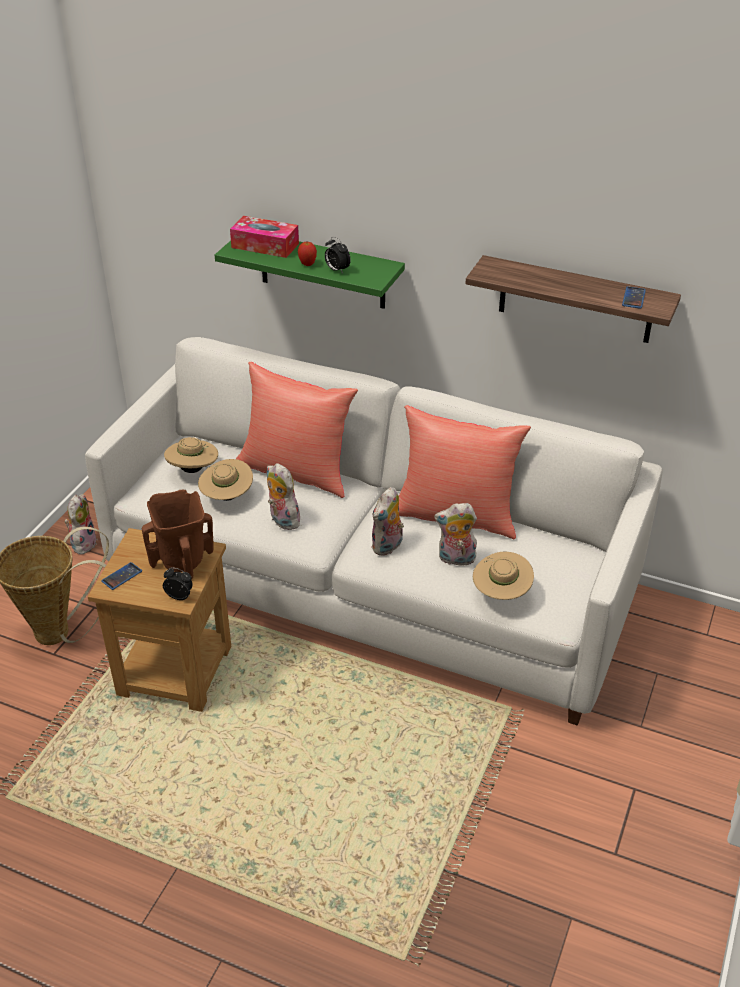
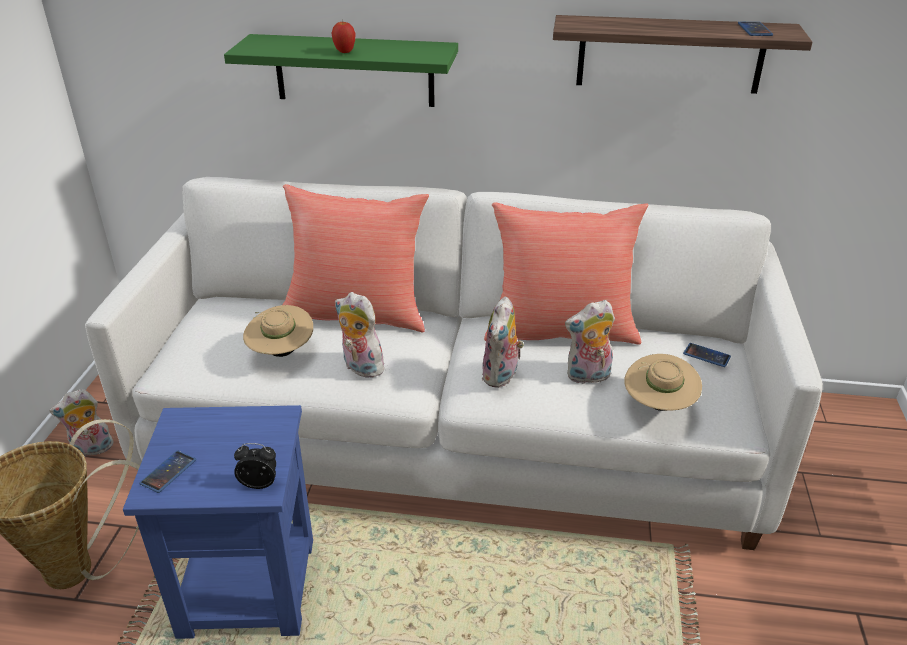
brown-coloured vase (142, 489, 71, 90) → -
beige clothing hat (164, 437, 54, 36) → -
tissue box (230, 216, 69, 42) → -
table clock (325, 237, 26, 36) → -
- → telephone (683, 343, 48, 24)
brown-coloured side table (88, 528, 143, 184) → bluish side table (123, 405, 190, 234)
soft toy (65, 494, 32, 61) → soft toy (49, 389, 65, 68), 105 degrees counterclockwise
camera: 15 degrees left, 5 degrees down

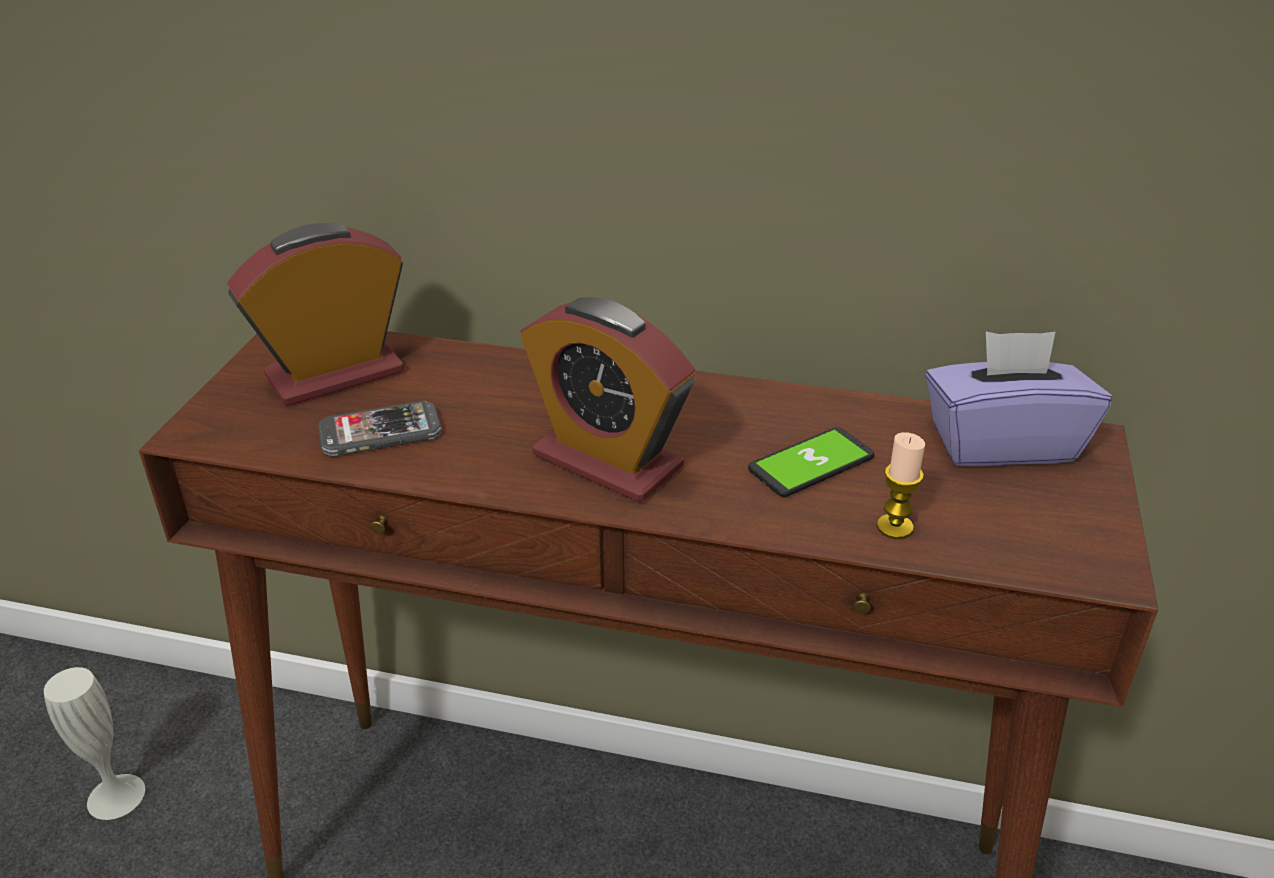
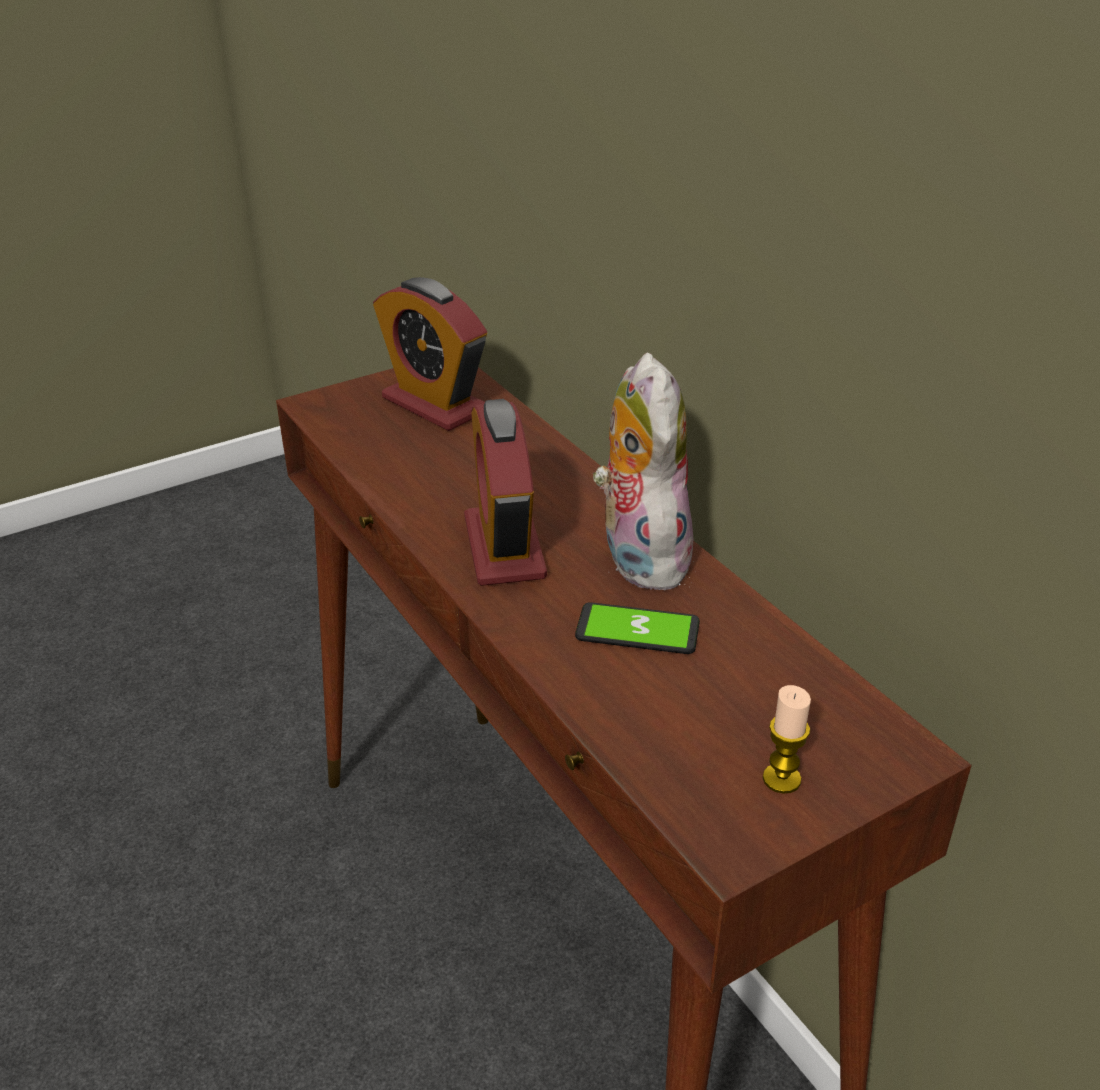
whitish vase (44, 667, 101, 153) → -
telephone (318, 401, 124, 55) → -
purple tissue box (925, 332, 187, 134) → -
- → soft toy (593, 353, 104, 238)
wax light (877, 432, 48, 107) → wax light (763, 685, 48, 109), move
table clock (228, 223, 176, 183) → table clock (373, 277, 114, 154), 150 degrees counterclockwise
camera: 45 degrees right, 0 degrees up

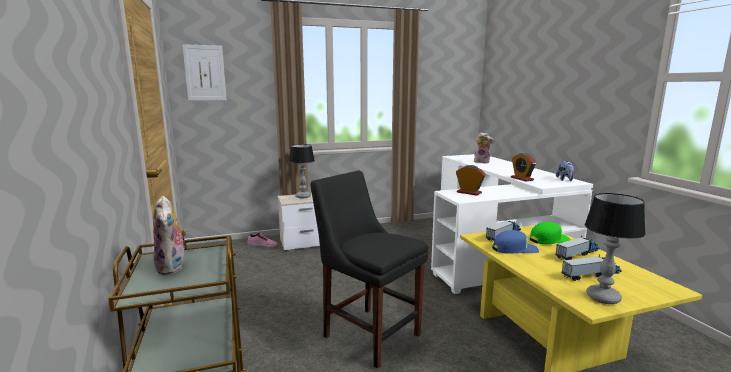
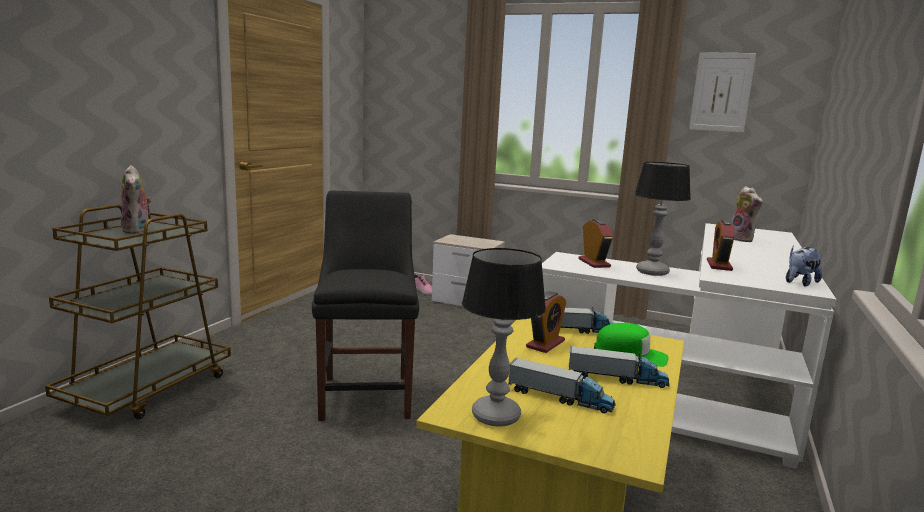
picture (182, 44, 45, 57) → picture (689, 52, 67, 80), move
tabletop lamp (289, 144, 26, 54) → tabletop lamp (634, 162, 57, 114), move
bluish cap (492, 230, 47, 23) → table clock (526, 291, 40, 62)
soft toy (153, 196, 34, 79) → soft toy (121, 165, 31, 69), 45 degrees counterclockwise
camera: 40 degrees right, 0 degrees up

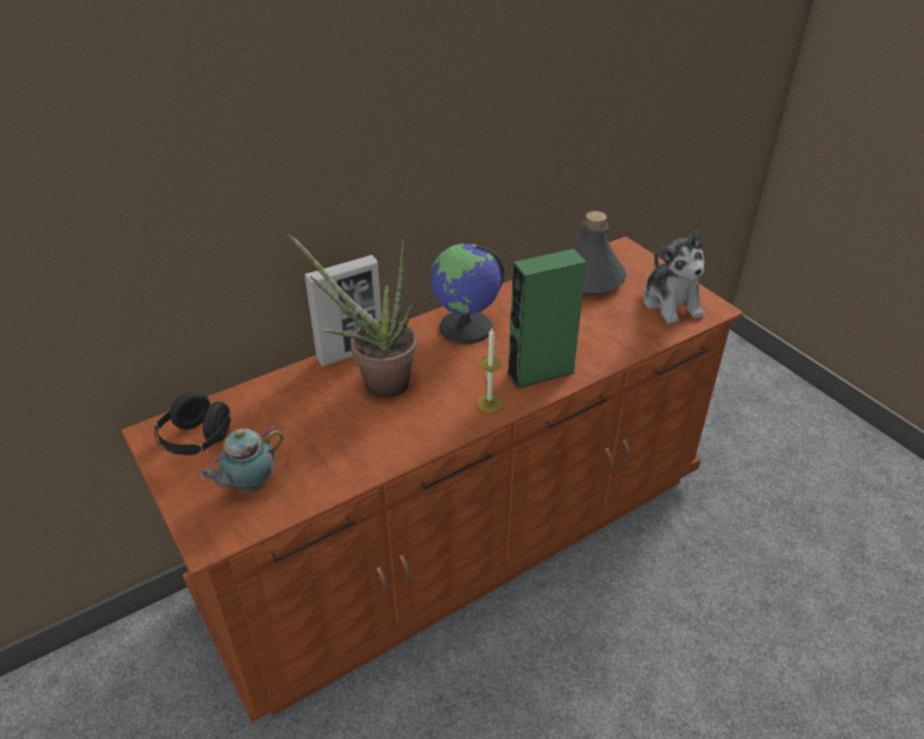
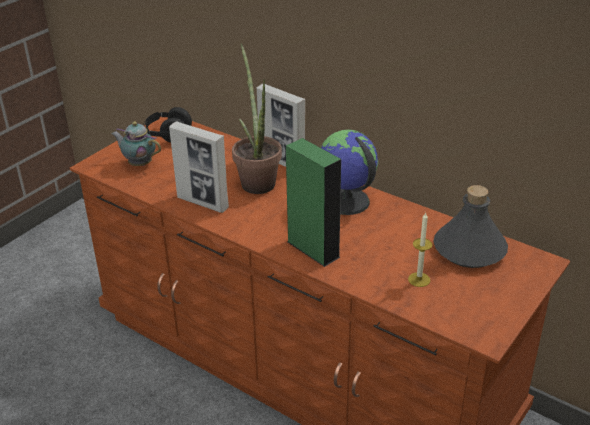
soft toy (643, 230, 62, 94) → -
- → photo frame (169, 121, 60, 92)
wax light (477, 328, 25, 84) → wax light (408, 212, 24, 75), move
camera: 70 degrees right, 5 degrees down

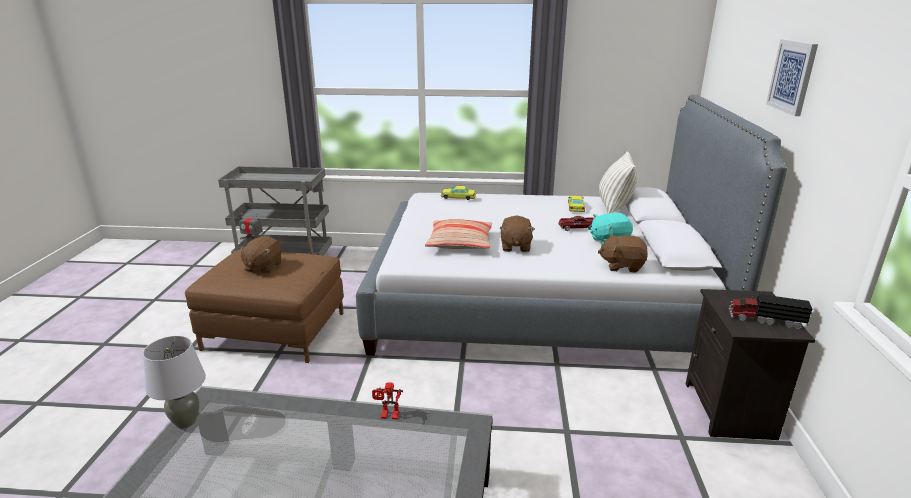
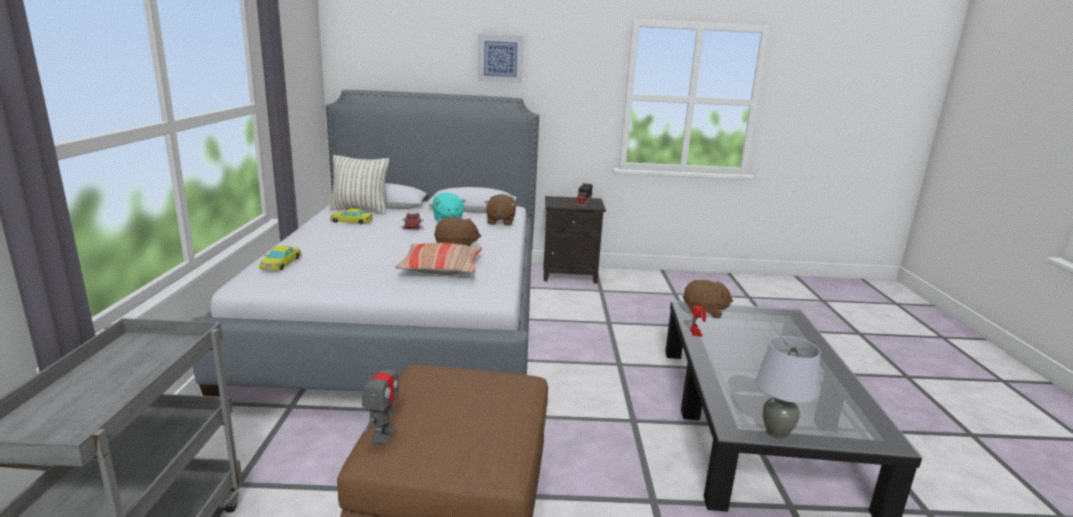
brown-coloured soft toy (238, 236, 44, 38) → brown-coloured soft toy (683, 280, 50, 38), move
camera: 95 degrees left, 5 degrees down

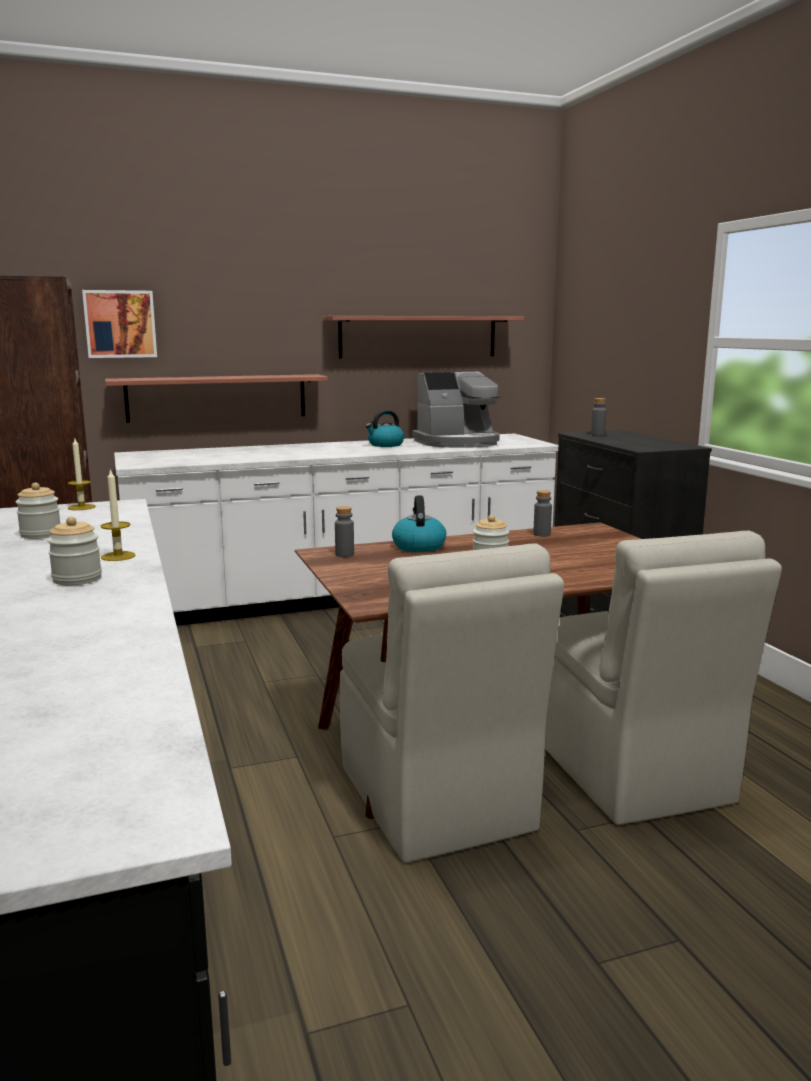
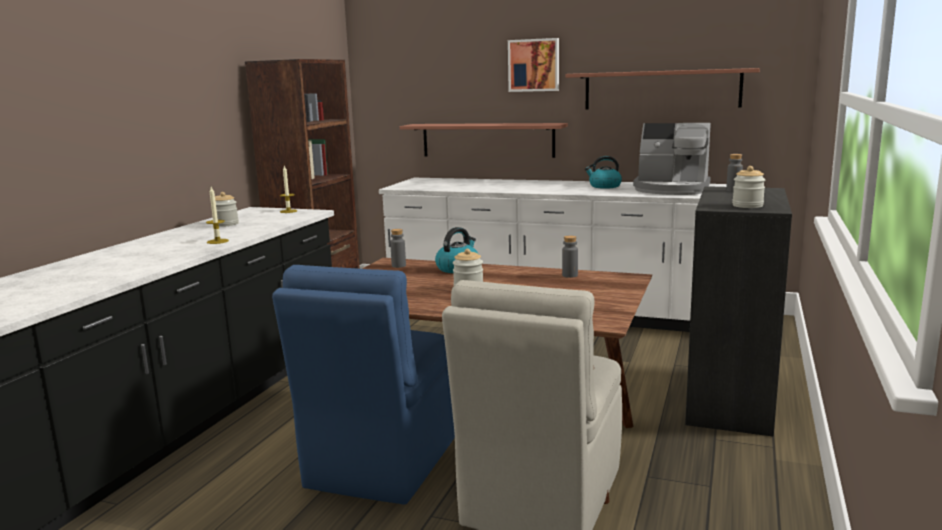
jar (47, 517, 55, 69) → jar (732, 166, 33, 42), move
picture (82, 290, 75, 68) → picture (508, 38, 51, 54), move
beige chair (340, 543, 224, 320) → bluish chair (272, 265, 183, 240)
camera: 40 degrees right, 0 degrees up

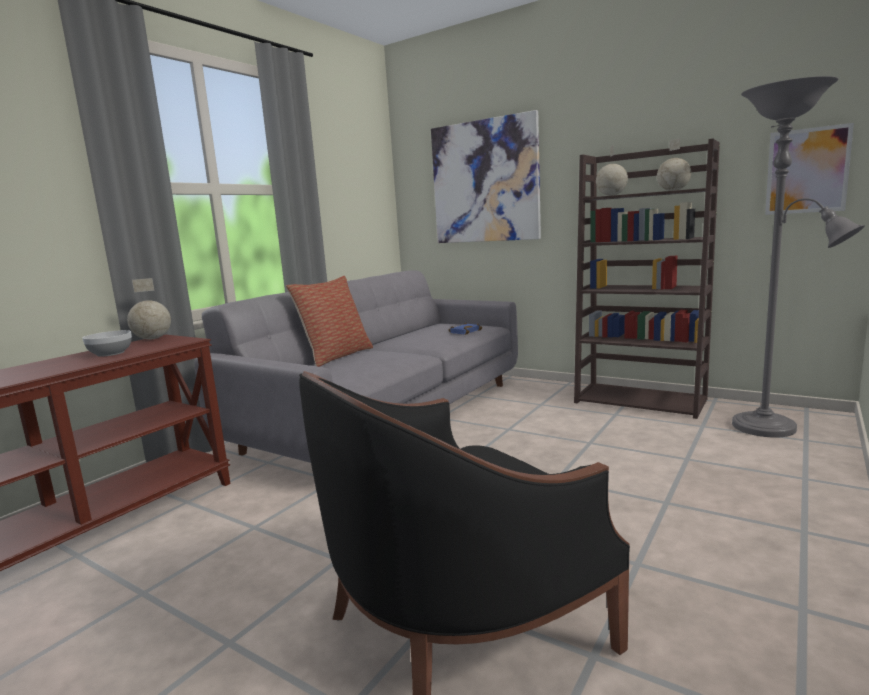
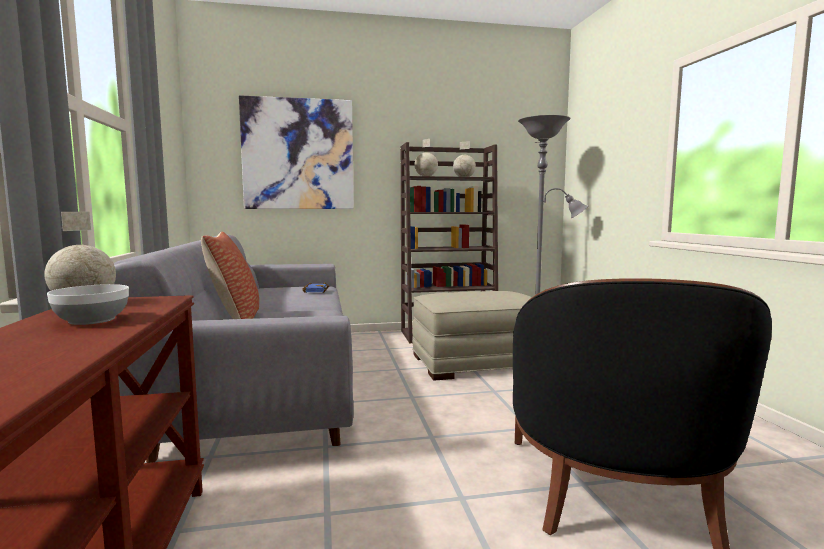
picture (765, 123, 89, 92) → -
- → beige pouffe (412, 291, 120, 90)
camera: 45 degrees left, 5 degrees down

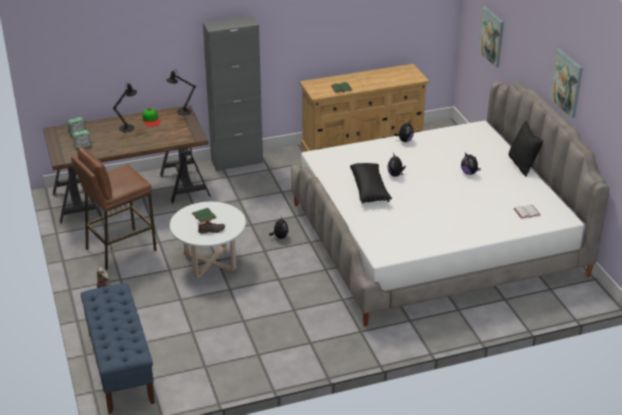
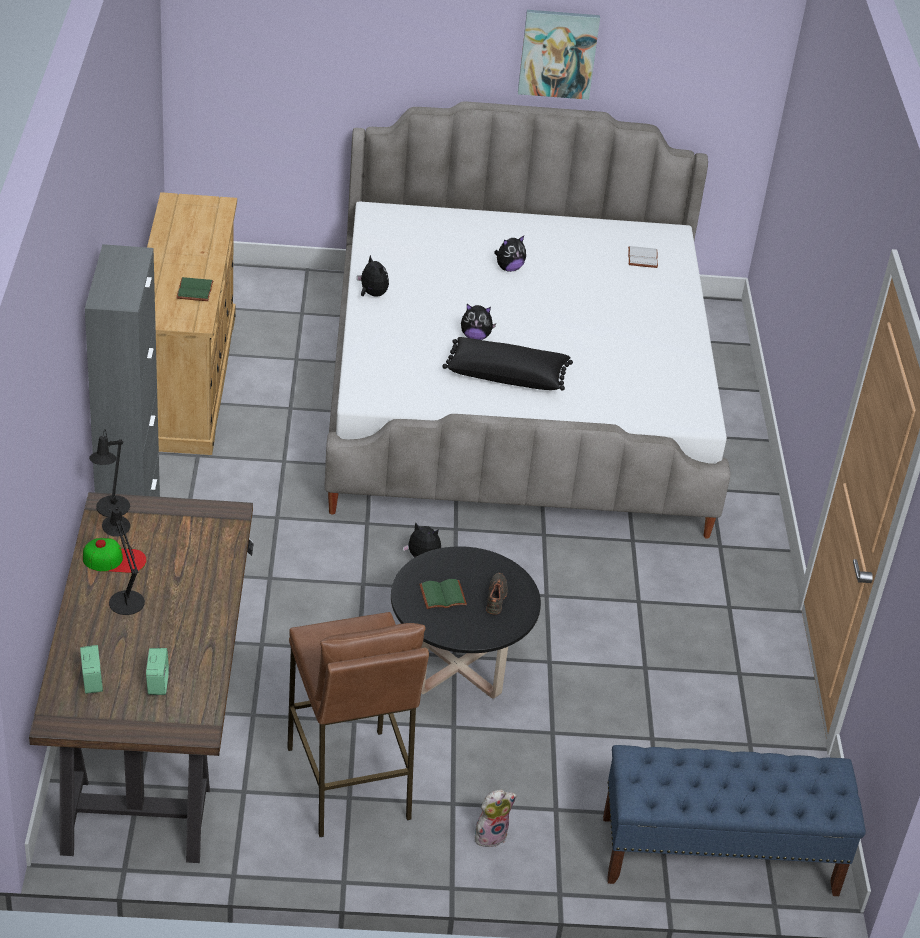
picture (478, 6, 26, 62) → -
blackish throw pillow (508, 120, 35, 56) → -
whitish lounge table (170, 202, 76, 76) → blackish lounge table (391, 546, 150, 152)
camera: 75 degrees left, 5 degrees up

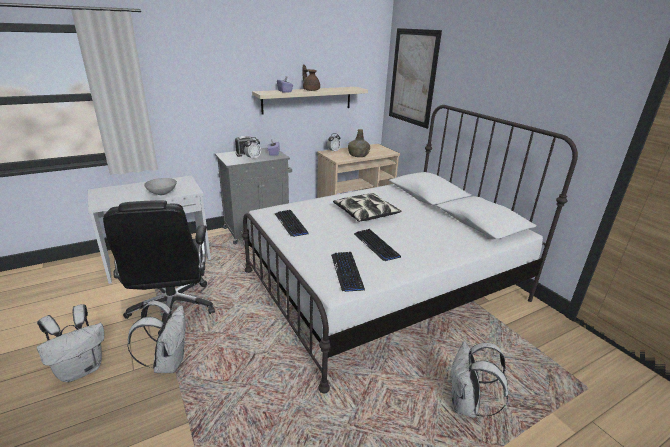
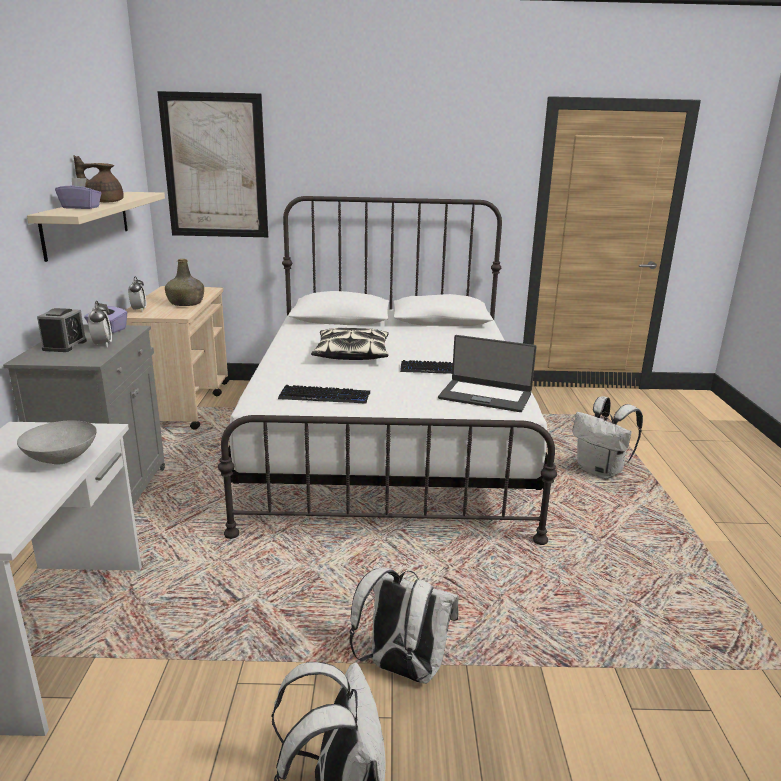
blackish desk chair (103, 200, 112, 134) → -
PC keyboard (331, 252, 34, 40) → notebook computer (438, 335, 99, 77)
camera: 60 degrees left, 5 degrees down

